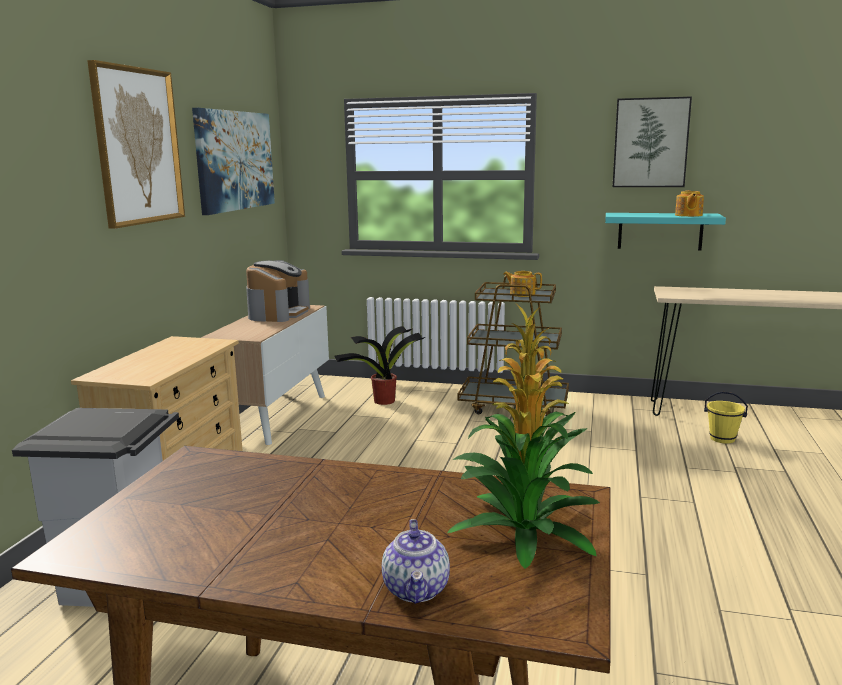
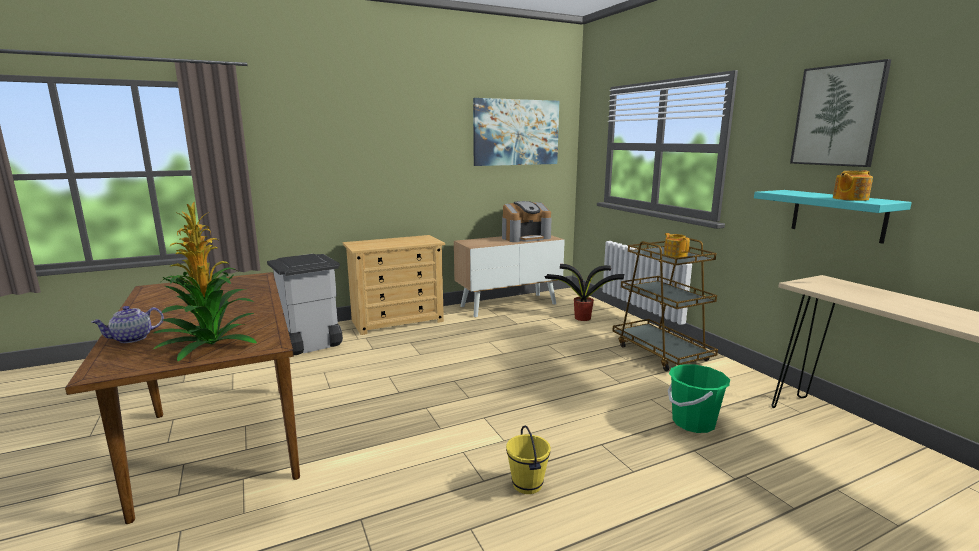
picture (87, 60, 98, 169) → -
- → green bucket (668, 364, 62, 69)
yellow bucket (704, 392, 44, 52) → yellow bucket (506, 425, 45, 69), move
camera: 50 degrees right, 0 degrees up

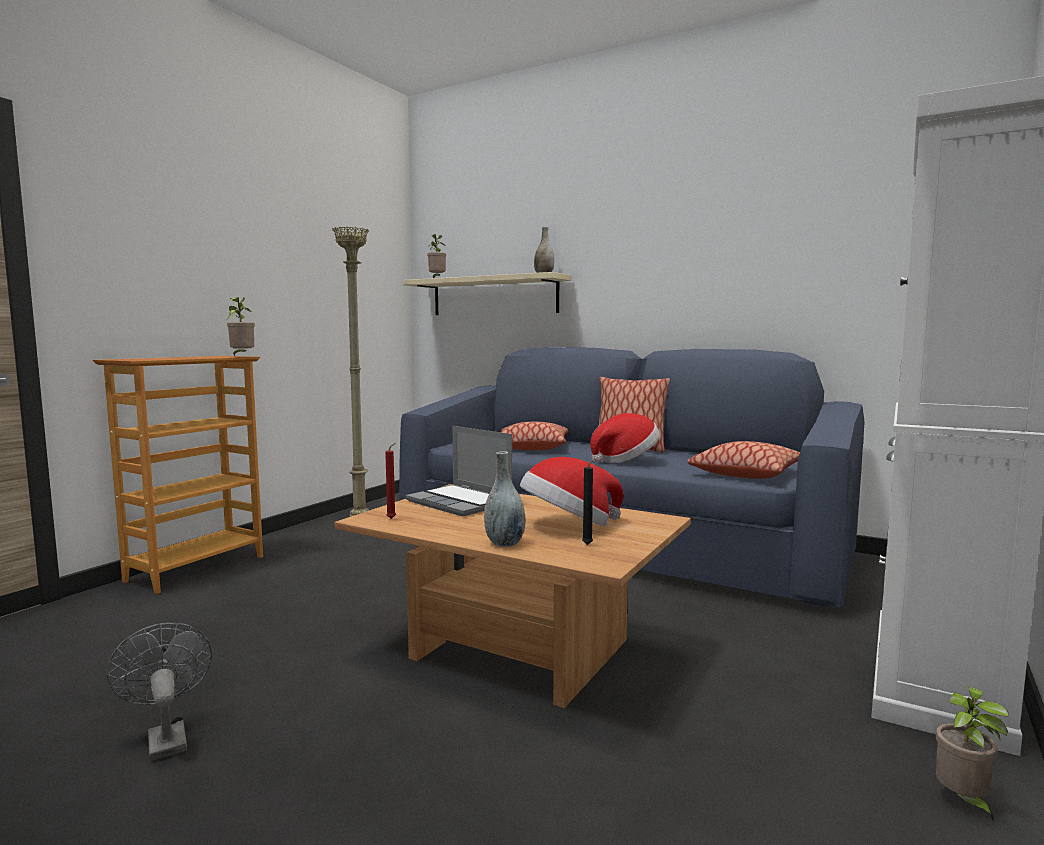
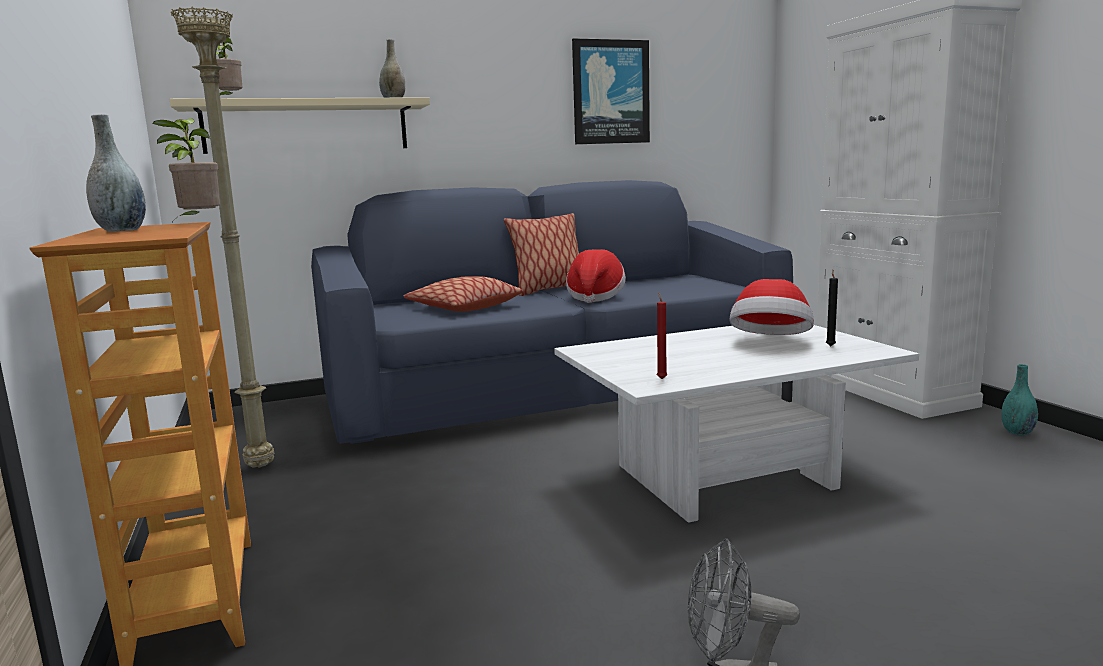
notebook computer (406, 426, 106, 91) → -
throw pillow (687, 441, 113, 38) → -
- → picture (572, 38, 78, 106)
grey vase (484, 451, 42, 96) → grey vase (86, 114, 60, 118), move
potted plant (936, 687, 73, 135) → blue-green vase (1001, 364, 37, 71)
brown-coloured lounge table (335, 484, 356, 224) → whitish lounge table (554, 325, 365, 198)
camera: 50 degrees left, 5 degrees up

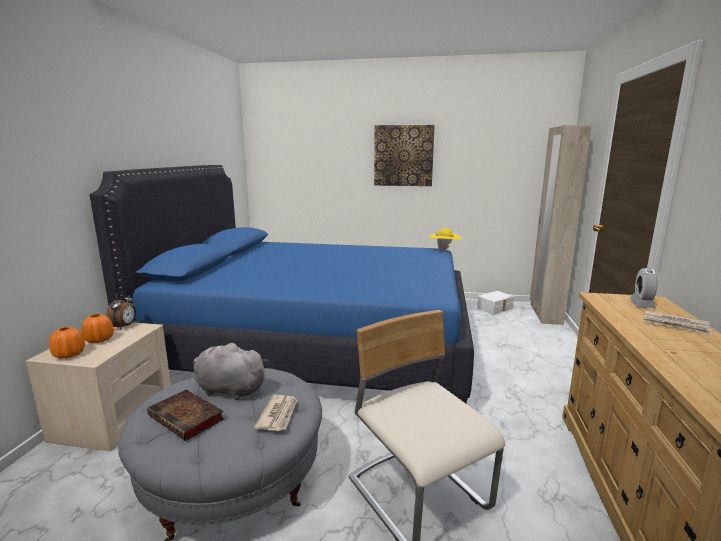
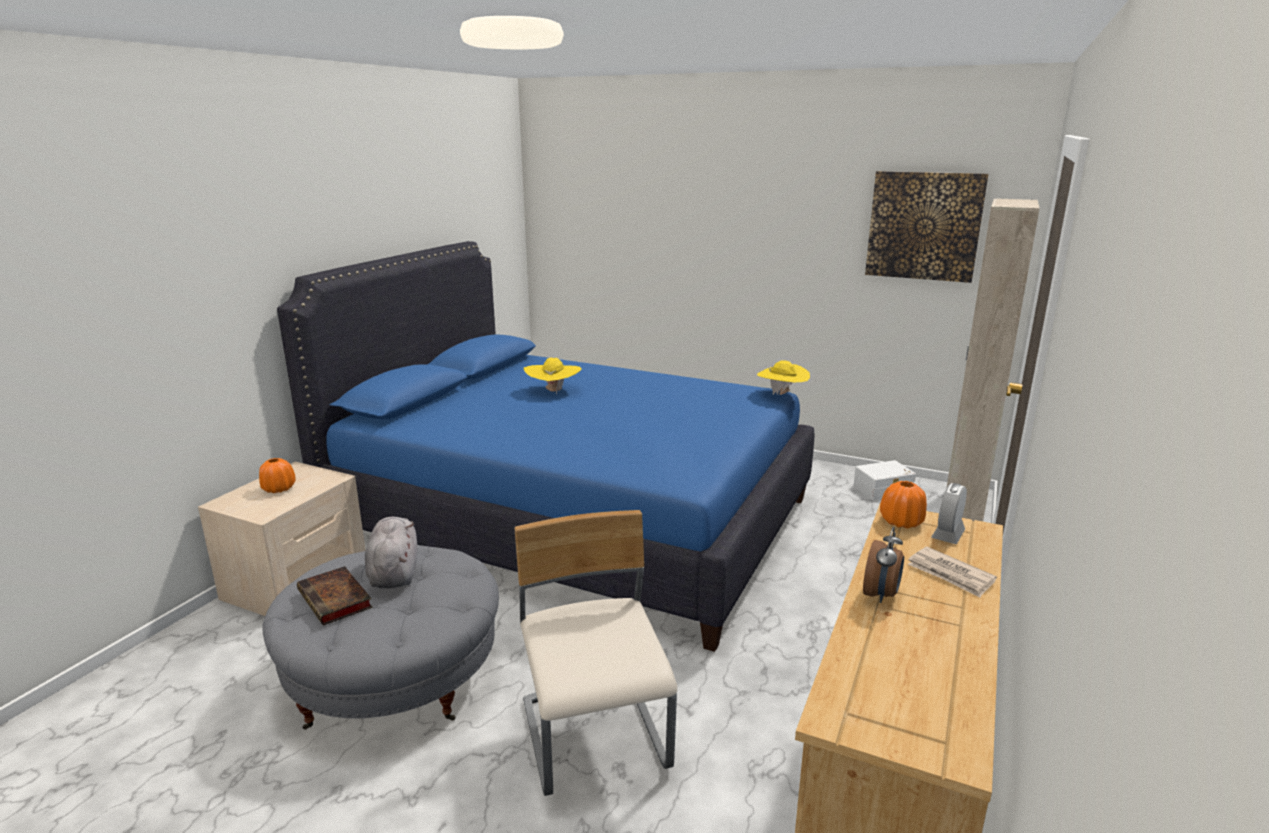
daily paper (254, 395, 43, 36) → -
- → yellow clothing hat (524, 358, 58, 36)
orange-coloured vase (49, 327, 36, 32) → orange-coloured vase (880, 481, 47, 48), move
table clock (106, 291, 30, 39) → table clock (863, 527, 41, 76), move
picture (374, 125, 61, 61) → picture (865, 171, 123, 112), move
grey soft toy (193, 342, 75, 58) → grey soft toy (365, 517, 53, 71), 45 degrees clockwise
camera: 15 degrees right, 5 degrees up

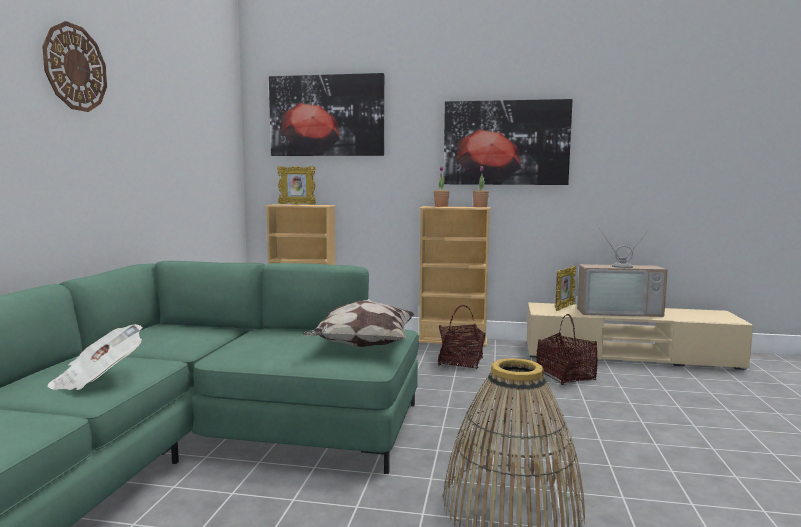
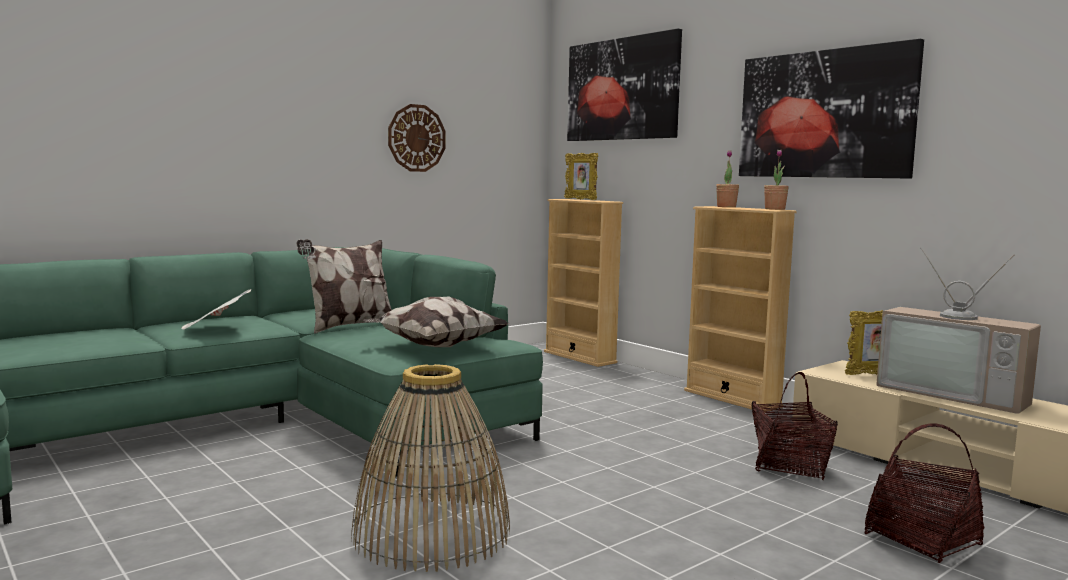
- → throw pillow (297, 239, 95, 95)
clock on the wall (42, 21, 65, 91) → clock on the wall (388, 104, 58, 68), move
household basket (438, 305, 47, 64) → household basket (864, 424, 120, 139), move
camera: 40 degrees right, 0 degrees up

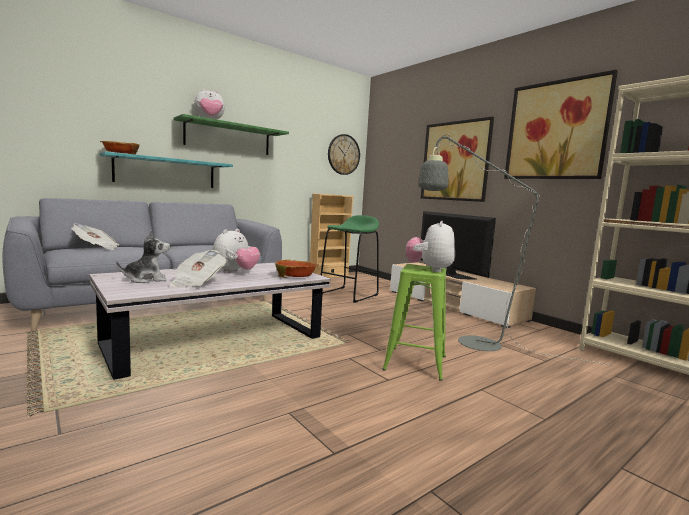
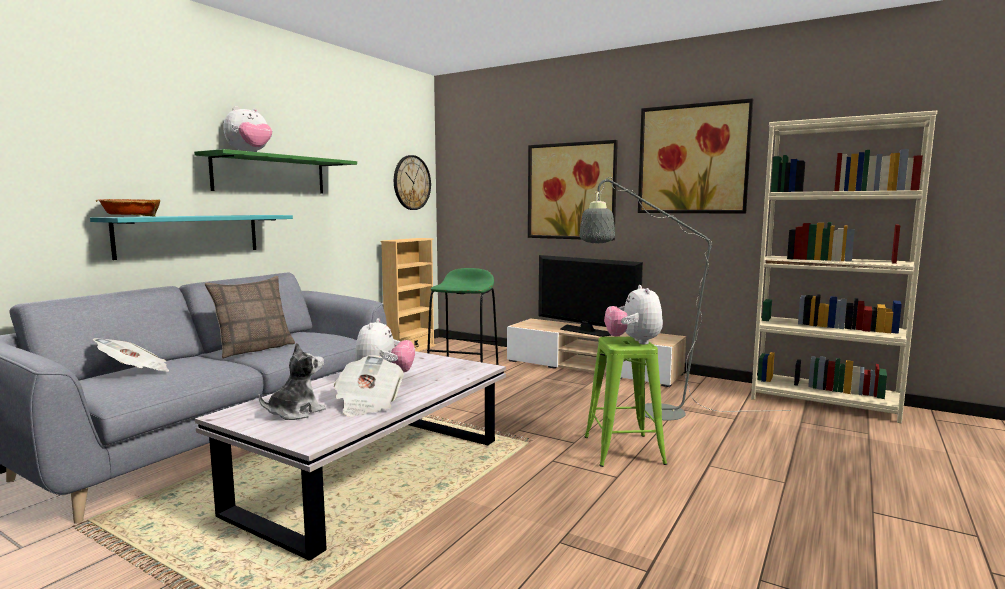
deep dish (275, 260, 43, 18) → -
- → throw pillow (205, 276, 90, 83)
camera: 20 degrees left, 0 degrees up

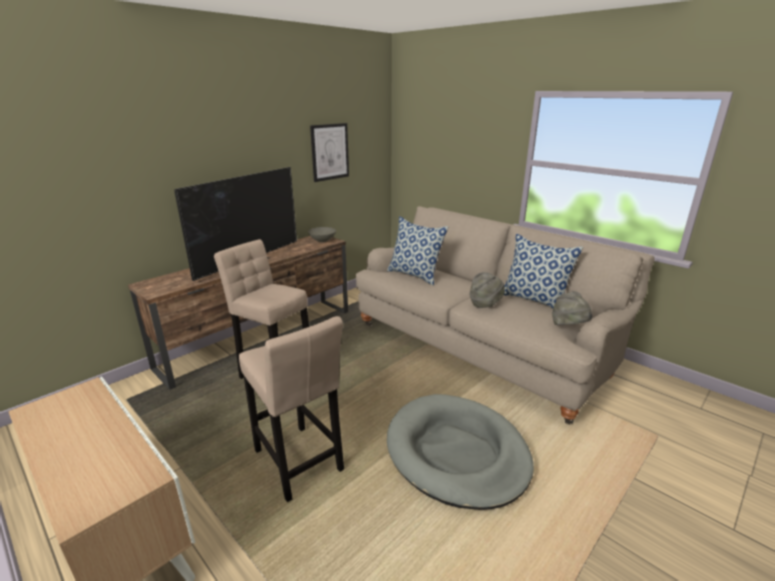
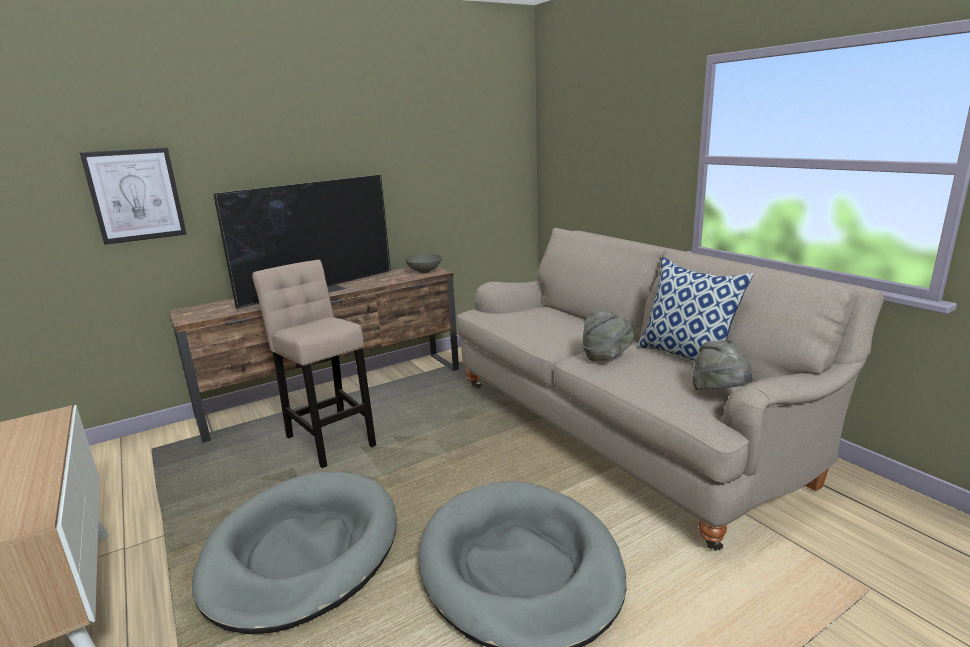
throw pillow (387, 216, 61, 70) → -
picture (310, 123, 39, 59) → picture (80, 147, 107, 98), move
beige stool seat (239, 316, 105, 186) → grey dog bed (192, 472, 205, 162)
camera: 15 degrees right, 5 degrees down

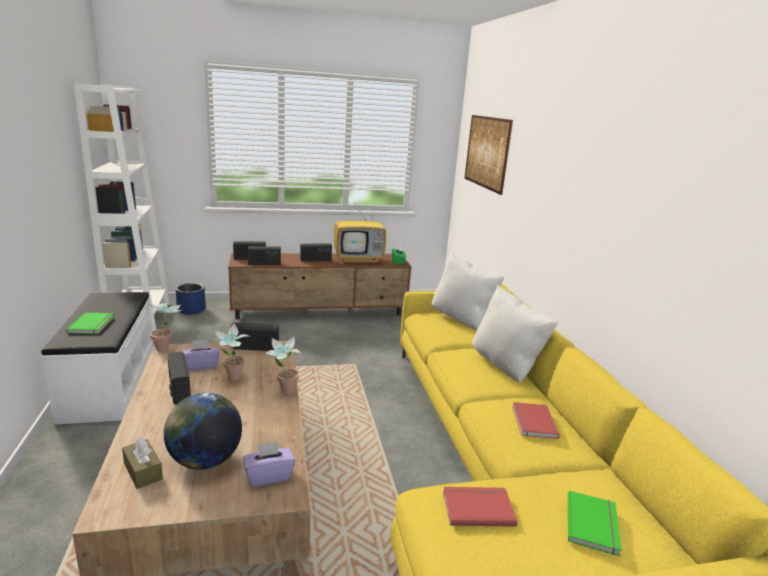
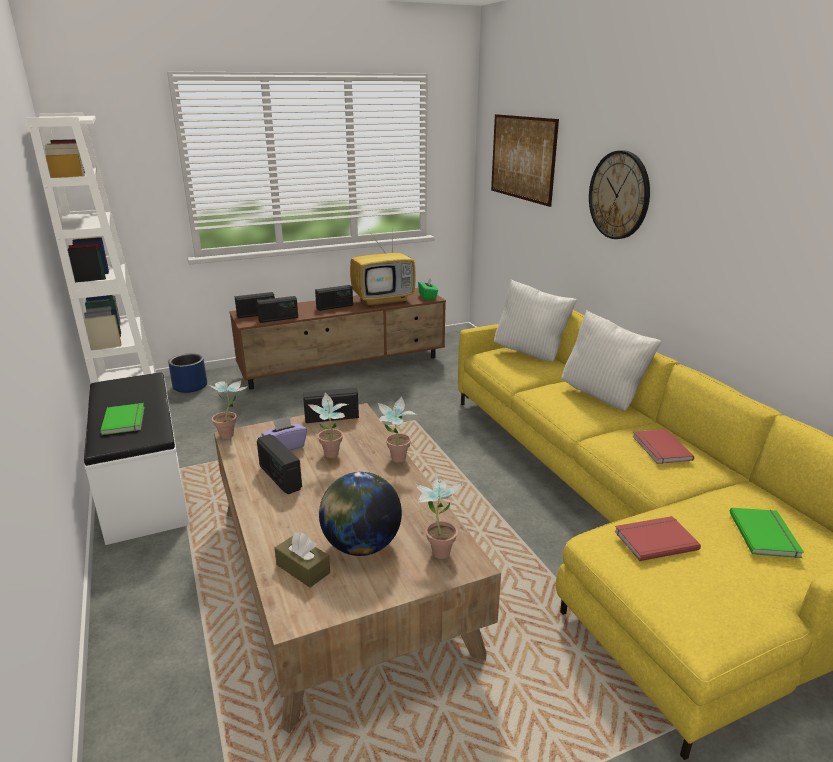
- → clock on the wall (589, 150, 61, 89)
purple tissue box (243, 441, 52, 46) → potted plant (414, 476, 49, 83)
camera: 10 degrees left, 5 degrees up

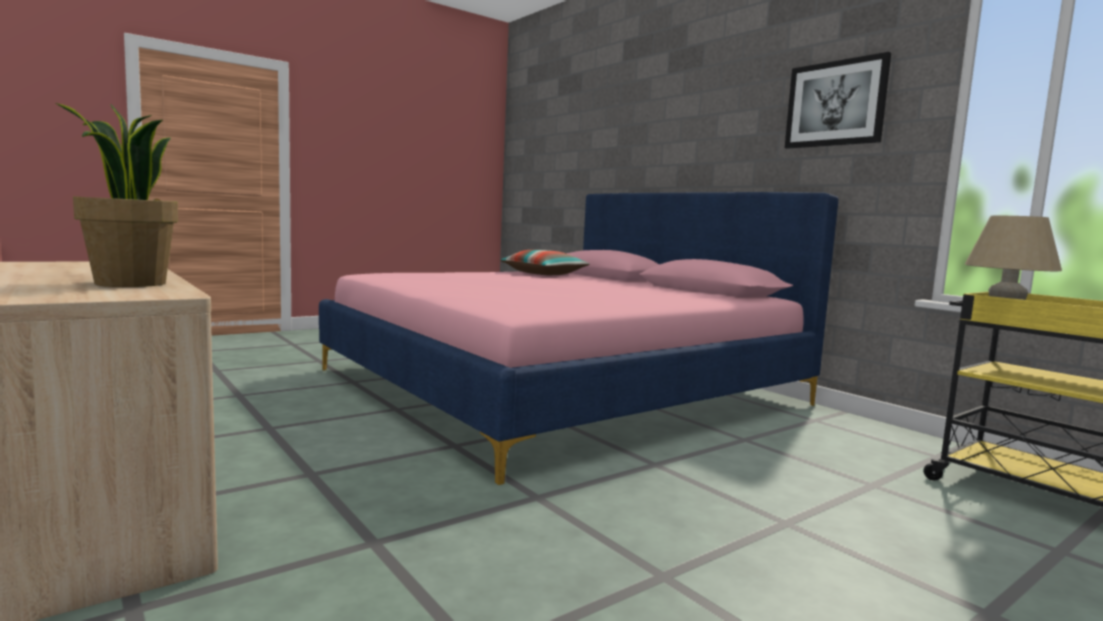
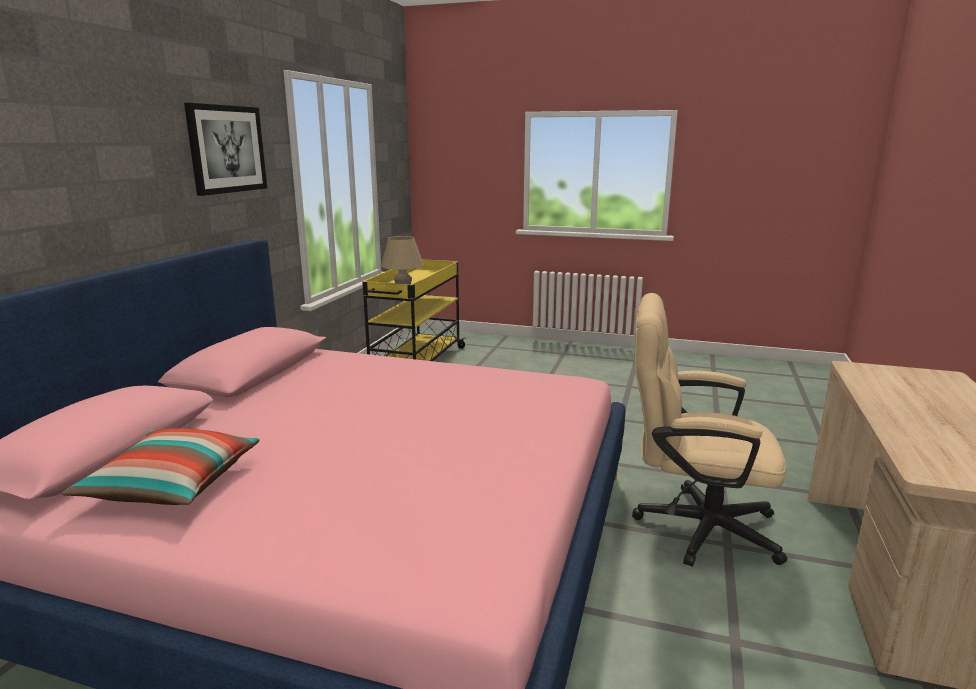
potted plant (56, 103, 122, 184) → -
- → beige desk chair (632, 293, 155, 273)
camera: 125 degrees left, 10 degrees up

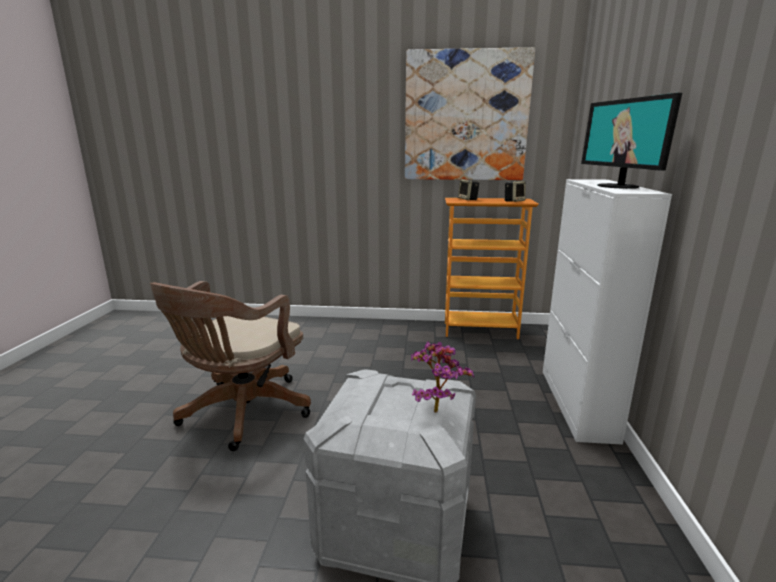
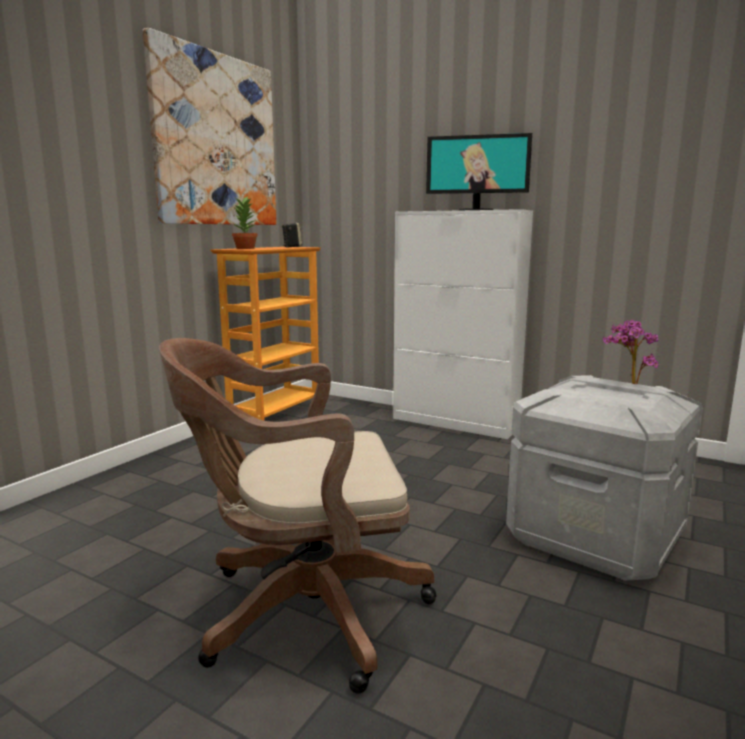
audio speaker (458, 179, 21, 21) → potted plant (232, 197, 26, 52)
brown-coloured desk chair (150, 281, 161, 170) → brown-coloured desk chair (159, 338, 278, 356), 120 degrees clockwise
camera: 65 degrees left, 5 degrees down

